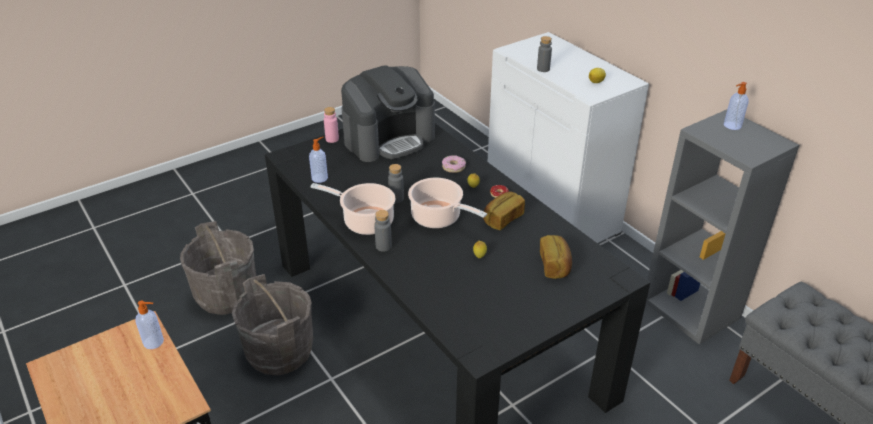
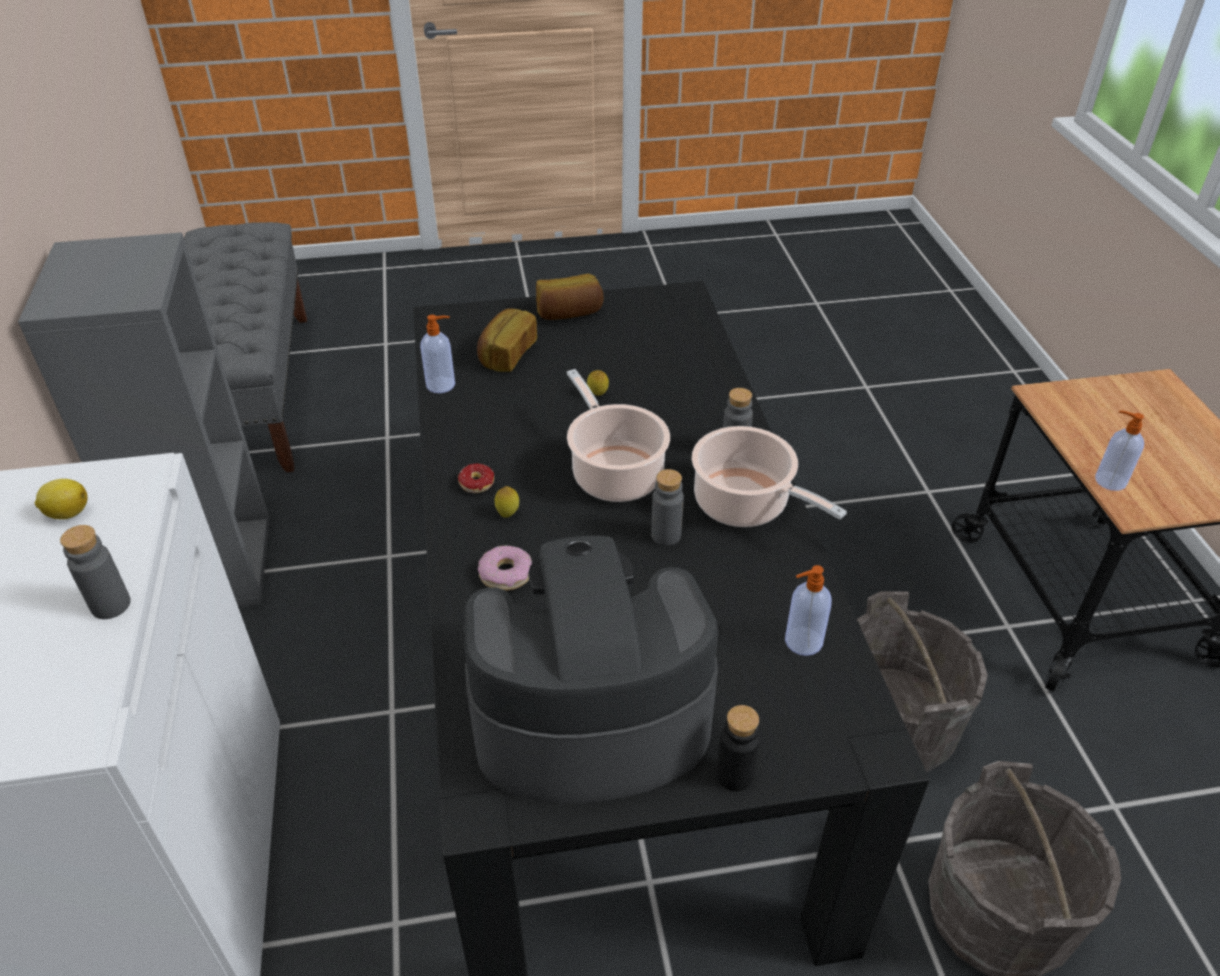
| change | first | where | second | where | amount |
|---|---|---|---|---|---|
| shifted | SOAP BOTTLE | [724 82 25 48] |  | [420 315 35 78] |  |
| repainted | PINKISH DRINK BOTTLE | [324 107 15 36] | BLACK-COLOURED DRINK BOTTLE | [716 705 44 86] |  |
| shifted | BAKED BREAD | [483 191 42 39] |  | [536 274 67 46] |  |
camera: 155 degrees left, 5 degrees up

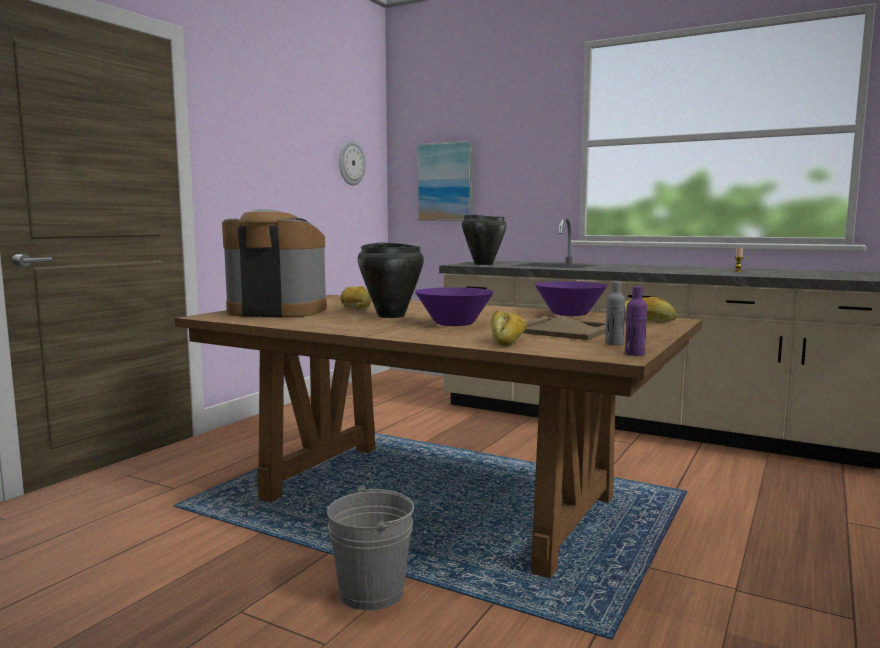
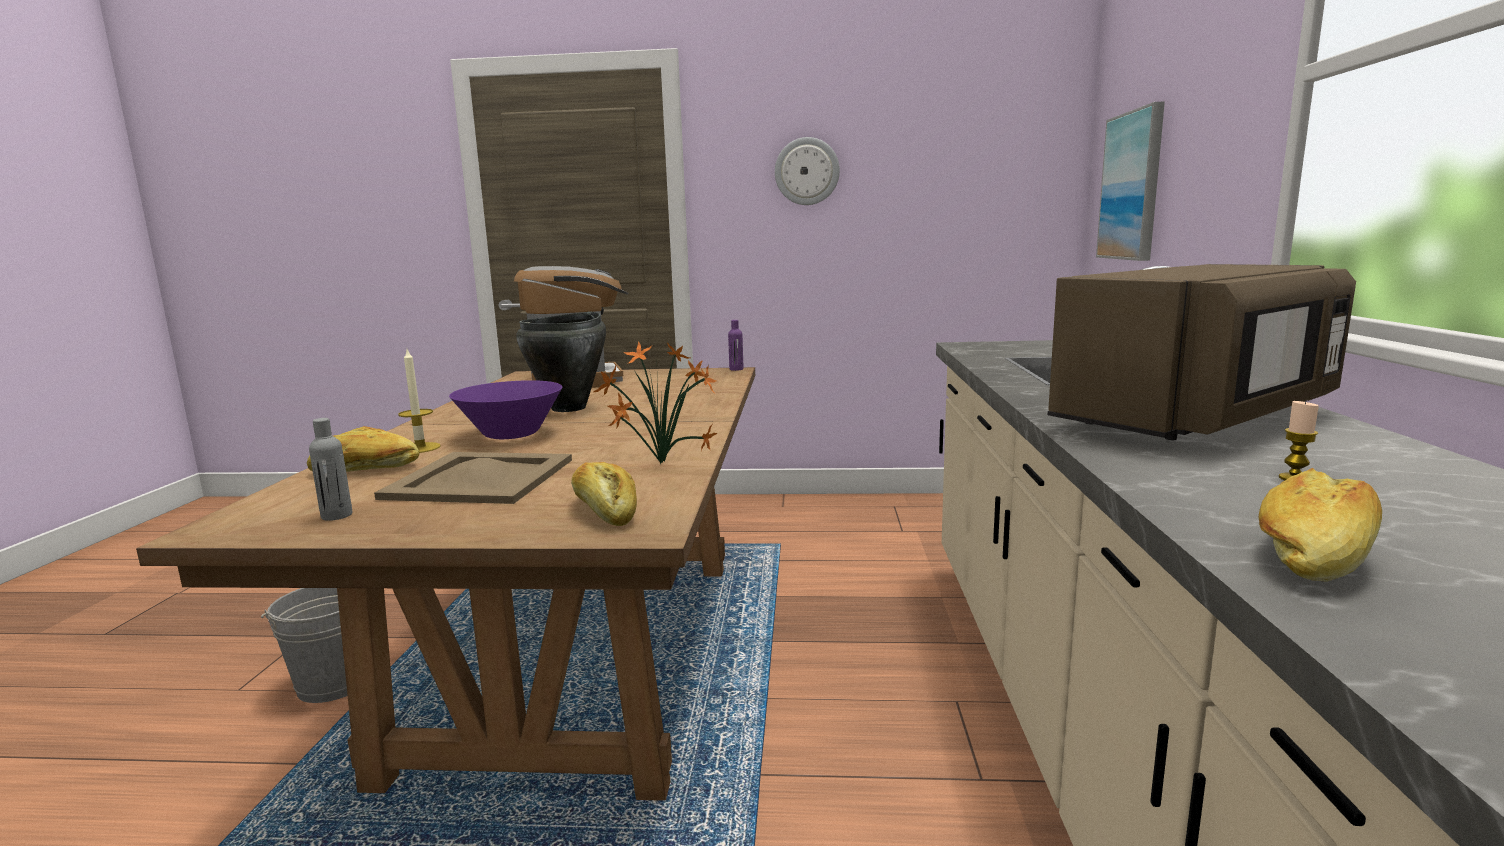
| change | first | where | second | where | amount |
|---|---|---|---|---|---|
| shifted | HANGING CLOCK | [339 141 27 44] |  | [775 137 65 68] |  |
| gone | BLACK-COLOURED STOCKPOT | [462 215 45 50] |  |  |  |
| swapped | PURPLE-COLOURED SERVING BOWL | [534 281 74 35] | POTTED PLANT | [594 341 123 123] |  |
| shifted | BAKED BREAD | [340 286 31 24] |  | [1259 468 123 114] |  |
| shifted | PURPLE-COLOURED DRINK BOTTLE | [625 286 22 70] |  | [728 320 16 51] |  |
| new |  |  | BROWN MICROWAVE | [1048 264 308 176] |  |
| new |  |  | CANDLE | [398 350 43 103] |  |
camera: 65 degrees right, 5 degrees up

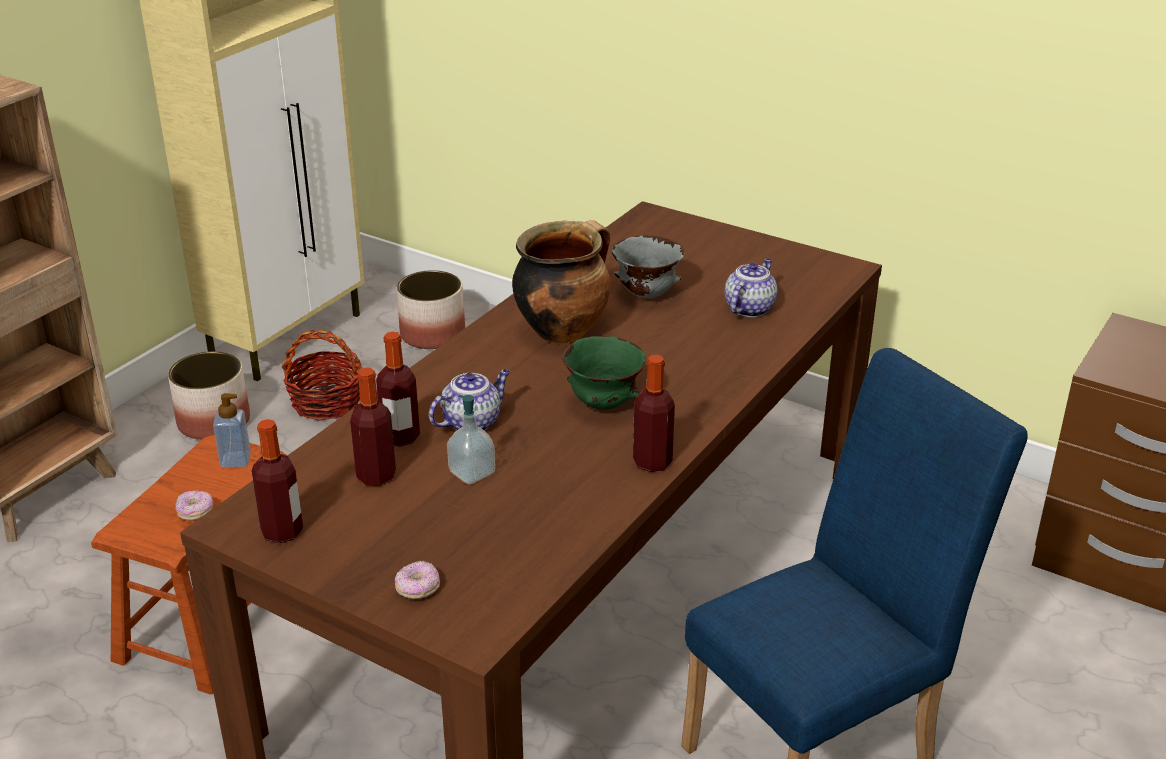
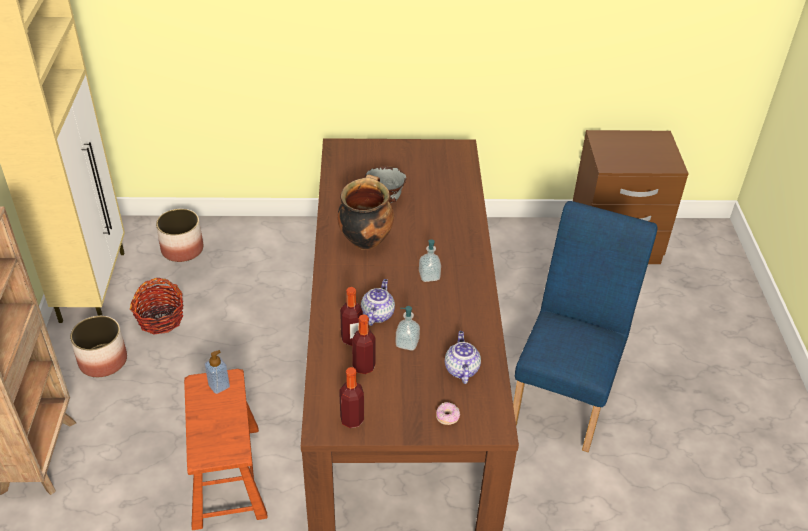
| change | first | where | second | where | amount |
|---|---|---|---|---|---|
| shifted | TEAPOT | [725 258 52 59] |  | [445 331 36 53] |  |
| swapped | GREEN SERVING BOWL | [562 336 84 74] | SOAP BOTTLE | [419 239 22 43] |  |
| gone | DRINK BOTTLE | [633 355 42 117] |  |  |  |
| gone | DOUGHNUT | [175 490 38 31] |  |  |  |
camera: 35 degrees left, 10 degrees up

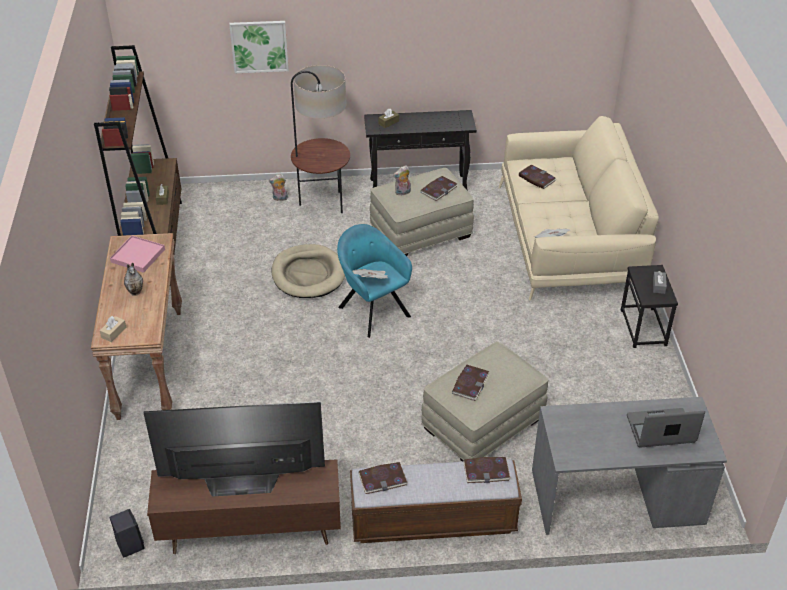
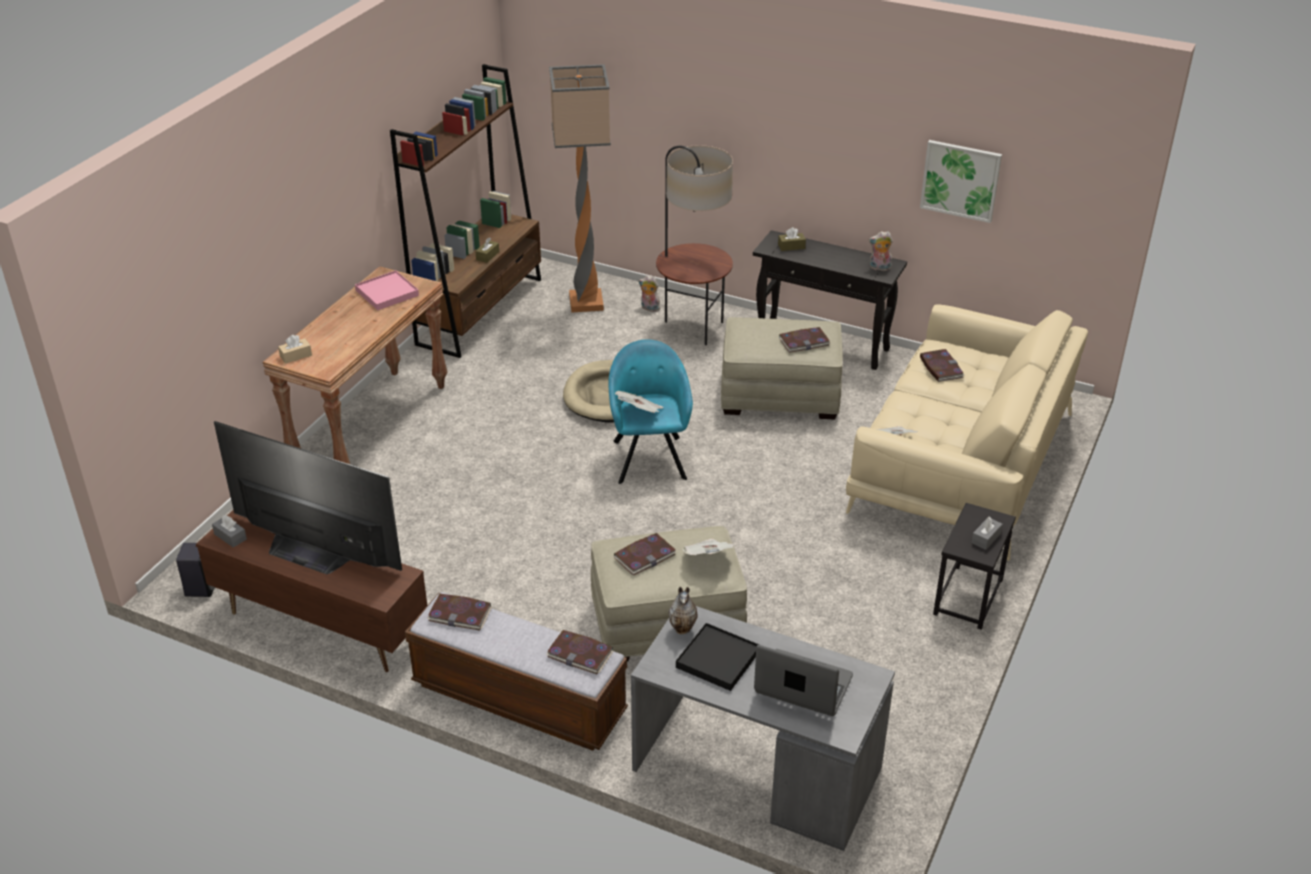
| change | first | where | second | where | amount |
|---|---|---|---|---|---|
| shifted | WALL PICTURE | [229 21 60 52] |  | [920 140 82 83] |  |
| shifted | PLUSH TOY | [393 165 18 31] |  | [869 231 24 40] |  |
| shifted | VASE | [124 263 19 33] |  | [668 587 30 47] |  |
| new |  |  | FLOOR LAMP | [549 64 62 248] |  |
| new |  |  | GRAY TISSUE HOLDER | [212 515 35 33] |  |
| new |  |  | DAILY PAPER | [683 539 51 16] |  |
| new |  |  | BLACK-COLOURED CARRYING TRAY | [676 623 83 68] |  |
camera: 30 degrees right, 5 degrees down

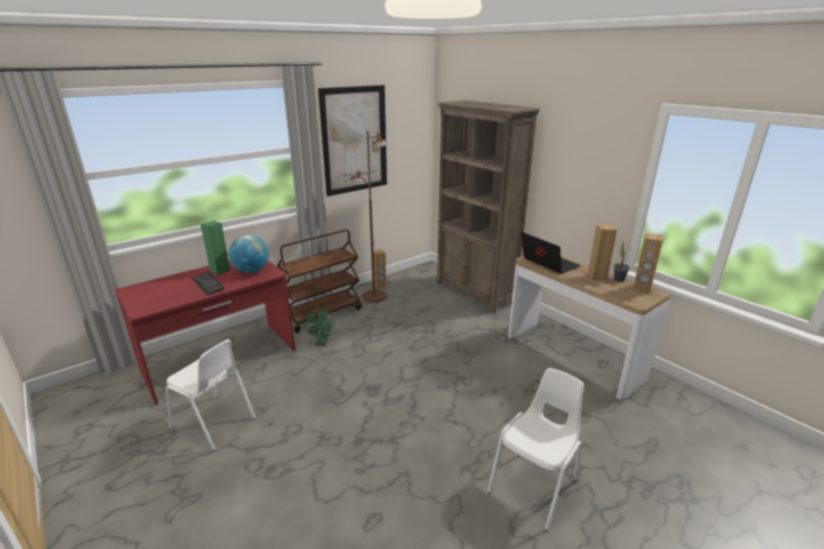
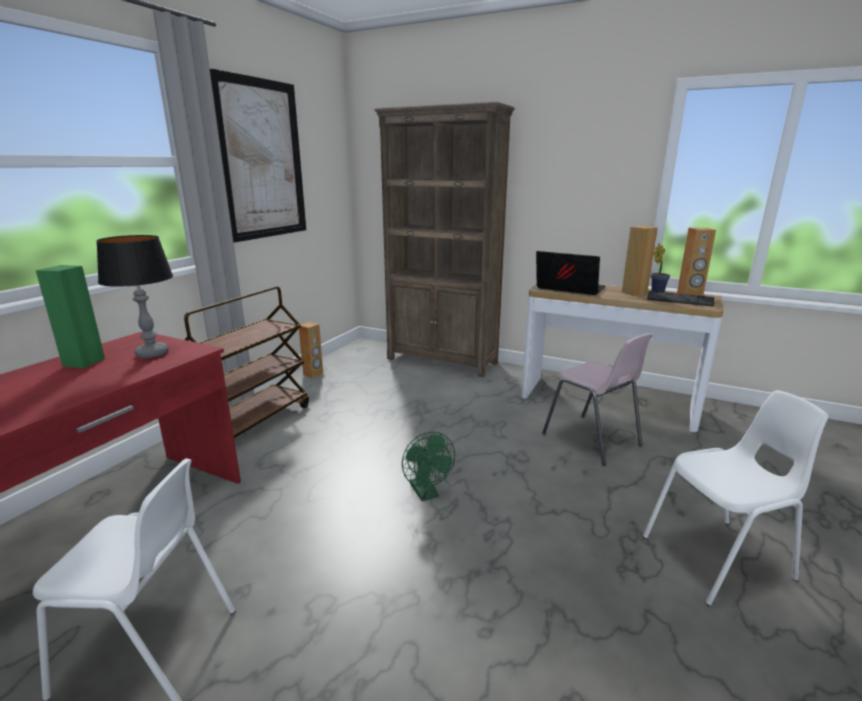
| change | first | where | second | where | amount |
|---|---|---|---|---|---|
| gone | BROWN FLOOR LAMP | [350 131 37 172] |  |  |  |
| swapped | WORLD GLOBE | [229 235 41 38] | LAMP FOR A TABLE | [96 235 77 123] |  |
| shifted | KEYBOARD | [192 272 32 24] |  | [647 291 67 16] |  |
| shifted | GREEN COOLING FAN | [303 308 32 37] |  | [402 432 53 69] |  |
| rotated | WHITISH UPRIGHT CHAIR | [487 368 97 163] |  | [643 390 185 216] | 60 degrees clockwise |
| new |  |  | PINKISH UPRIGHT CHAIR | [542 333 111 133] |  |
camera: 25 degrees left, 5 degrees down

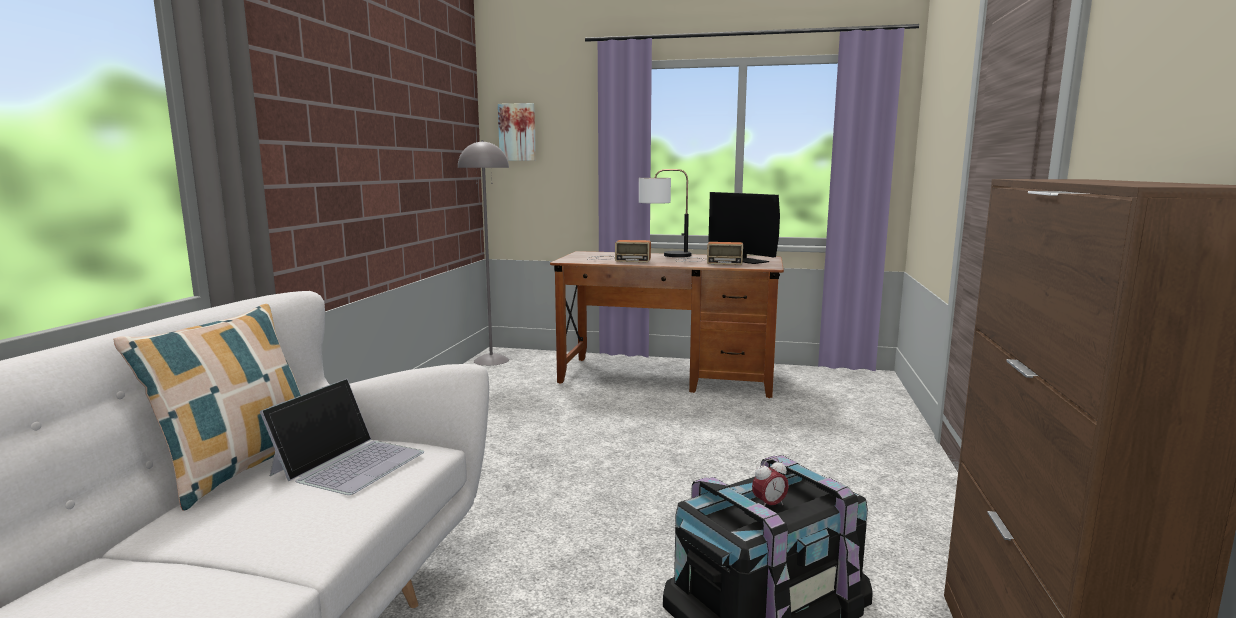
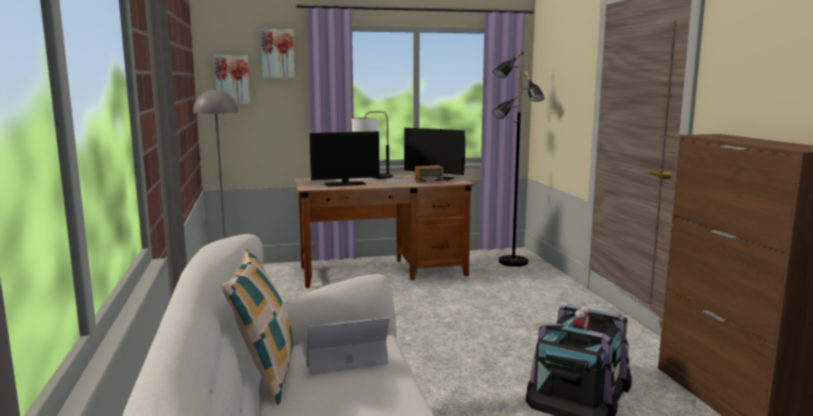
| change | first | where | second | where | amount |
|---|---|---|---|---|---|
| swapped | RADIO SET | [588 240 63 23] | COMPUTER DISPLAY | [310 131 69 56] |  |
| rotated | LAPTOP | [260 379 164 116] |  | [301 317 88 58] | 105 degrees counterclockwise |
| new |  |  | WALL PICTURE | [261 29 34 49] |  |
| new |  |  | BLACK-COLOURED FLOOR LAMP | [492 50 53 217] |  |
camera: 25 degrees left, 0 degrees up

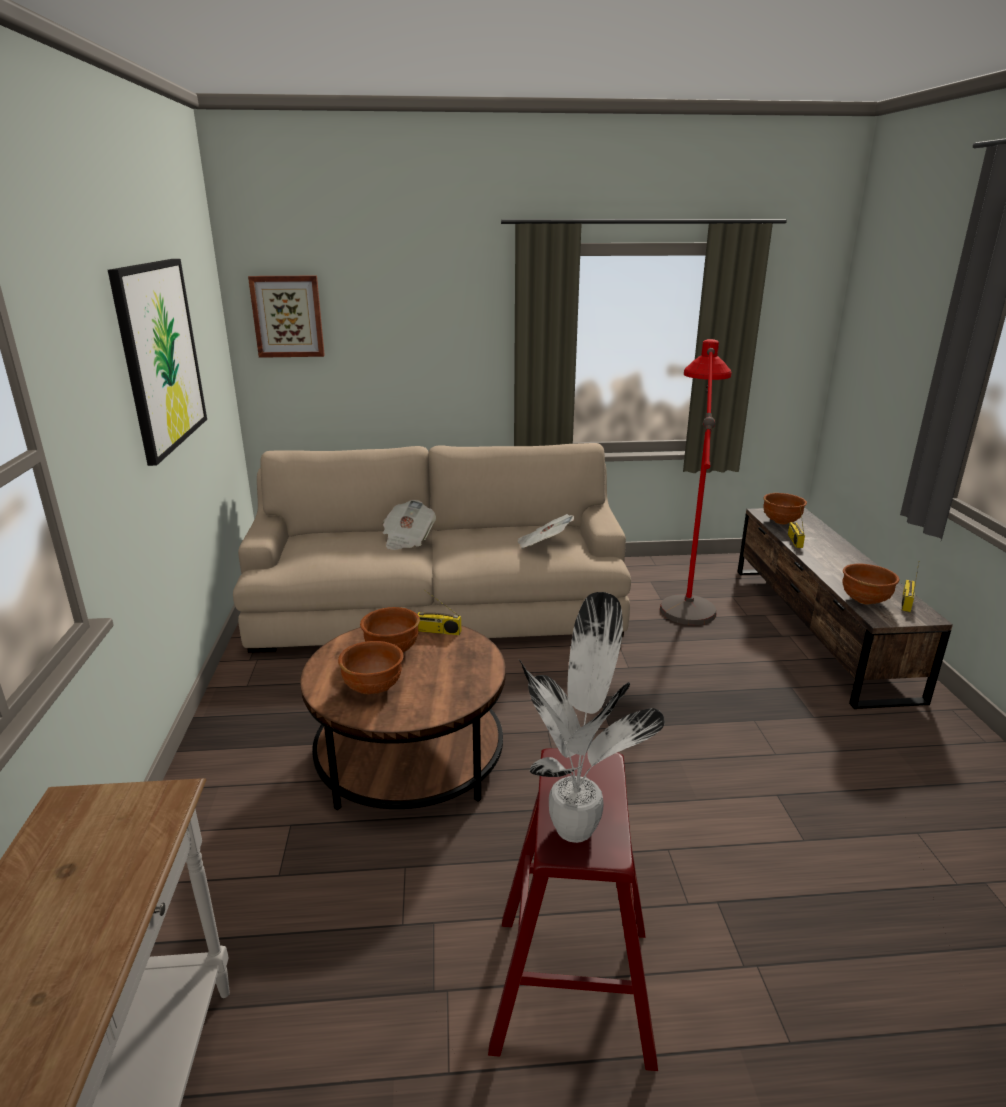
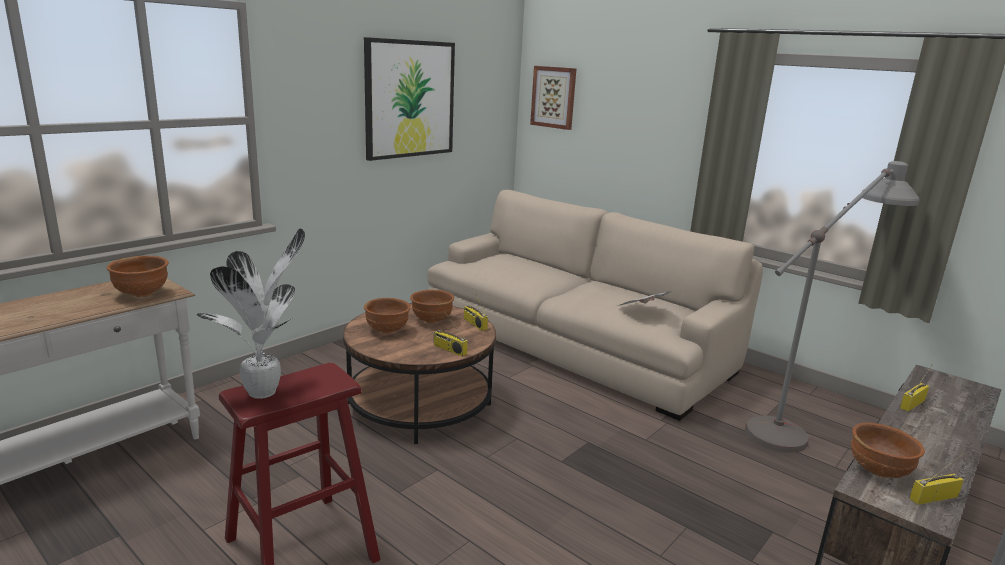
| change | first | where | second | where | amount |
|---|---|---|---|---|---|
| repainted | REDDISH FLOOR LAMP | [660 339 72 286] | GRAY FLOOR LAMP | [745 161 174 292] |  |
| shifted | BROWN SERVING BOWL | [763 493 44 31] |  | [107 256 62 41] |  |
| gone | DAILY PAPER | [383 500 53 50] |  |  |  |
| new |  |  | RADIO SET | [434 310 34 47] |  |
camera: 45 degrees right, 5 degrees down

